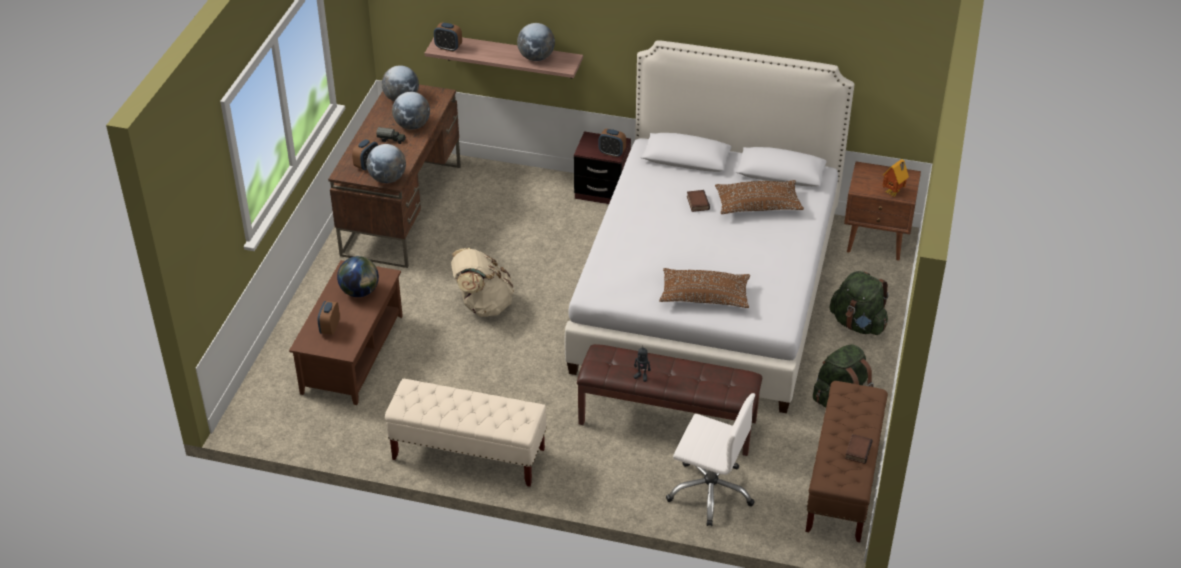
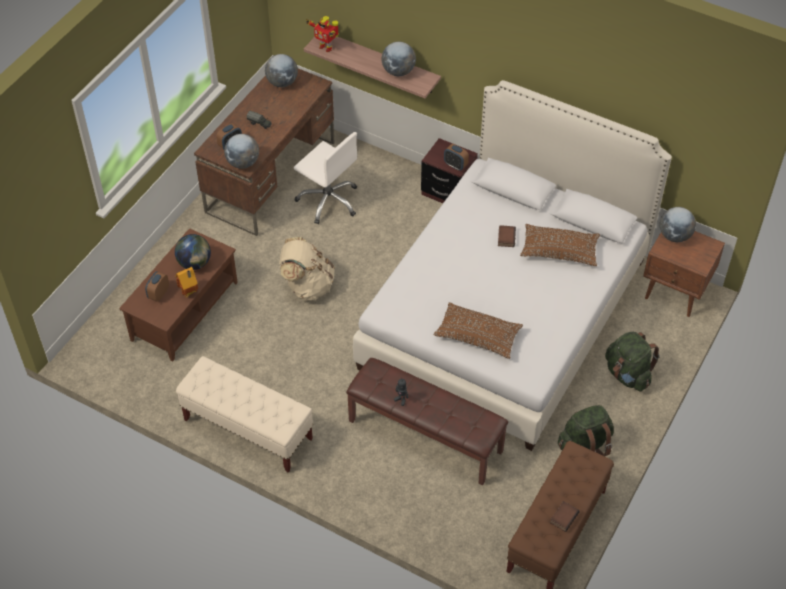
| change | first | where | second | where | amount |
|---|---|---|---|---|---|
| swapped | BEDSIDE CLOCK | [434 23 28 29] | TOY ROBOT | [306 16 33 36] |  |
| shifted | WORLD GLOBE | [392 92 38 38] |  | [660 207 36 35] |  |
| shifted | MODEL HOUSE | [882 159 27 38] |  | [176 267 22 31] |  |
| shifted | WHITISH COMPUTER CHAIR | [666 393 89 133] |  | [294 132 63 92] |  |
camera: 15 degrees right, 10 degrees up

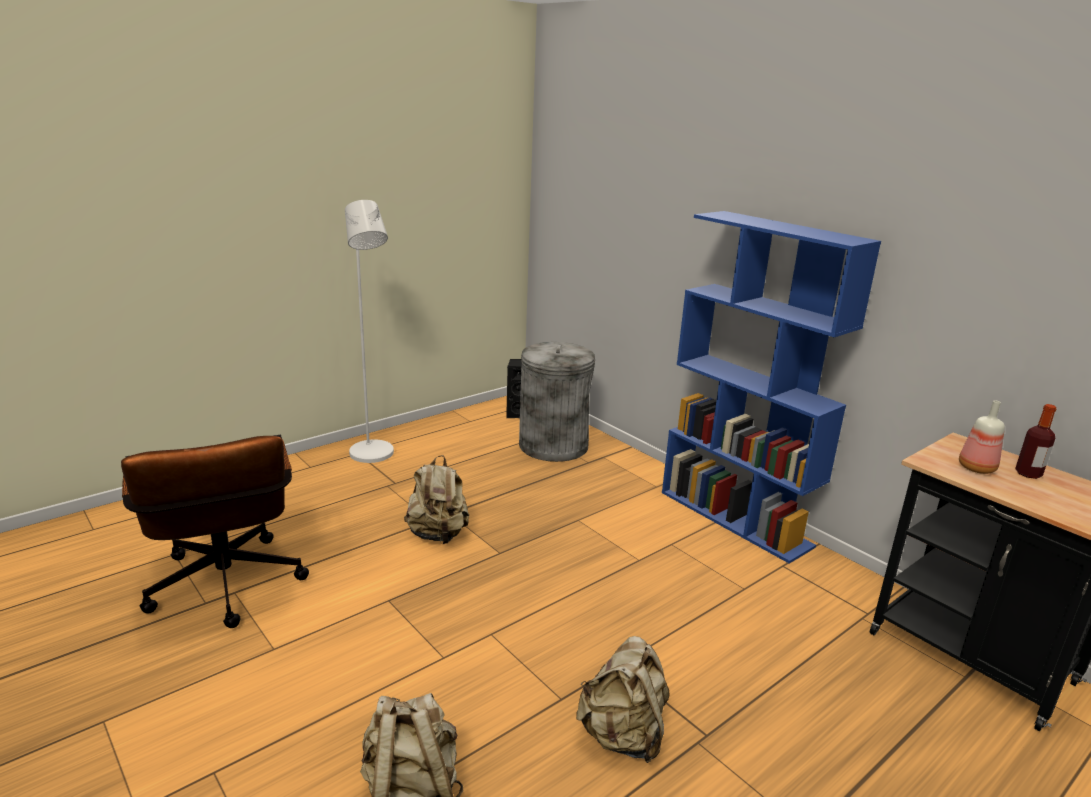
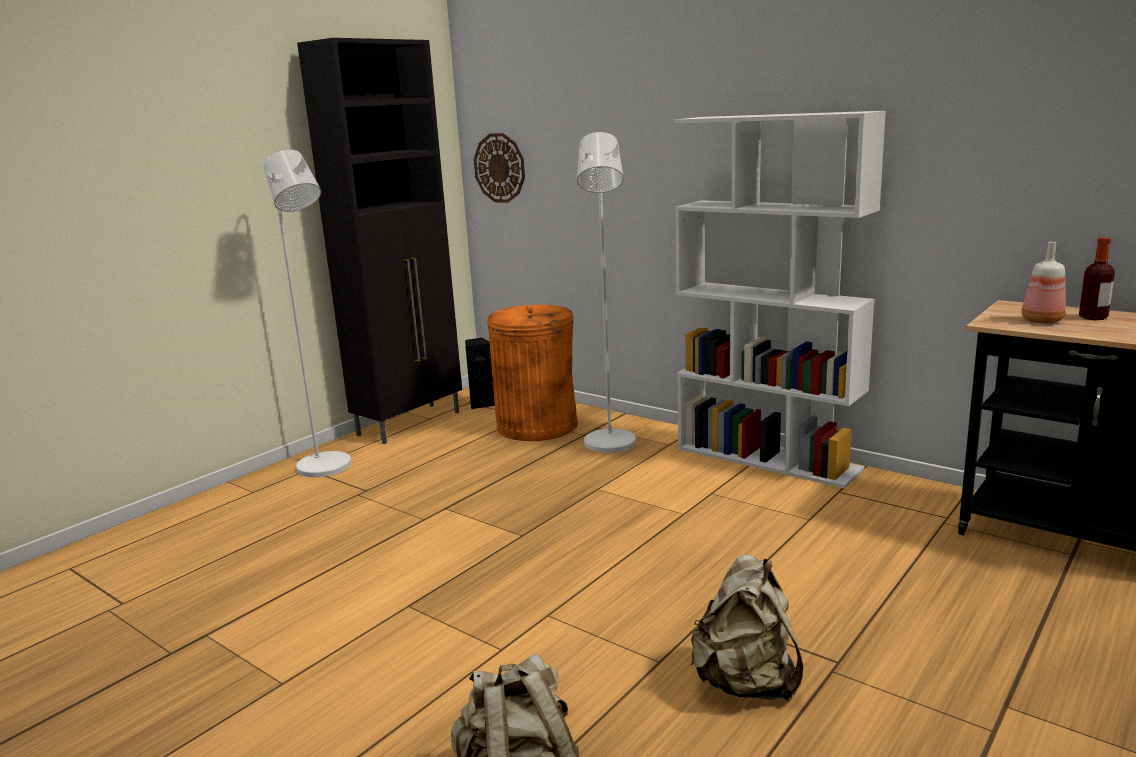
| change | first | where | second | where | amount |
|---|---|---|---|---|---|
| repainted | BLUE-COLOURED BOOKCASE | [662 211 219 353] | WHITISH BOOKCASE | [674 111 212 378] |  |
| repainted | GRAY TRASH CAN | [519 342 76 120] | ORANGE TRASH CAN | [487 305 91 136] |  |
| gone | BROWN COMPUTER CHAIR | [121 435 188 193] |  |  |  |
| gone | SAND-COLOURED KNAPSACK | [404 455 65 89] |  |  |  |
| new |  |  | BLACK-COLOURED CUPBOARD | [297 38 165 406] |  |
| new |  |  | WHITISH FLOOR LAMP | [577 132 59 321] |  |
| new |  |  | HANGING CLOCK | [474 133 51 70] |  |
camera: 10 degrees left, 5 degrees down

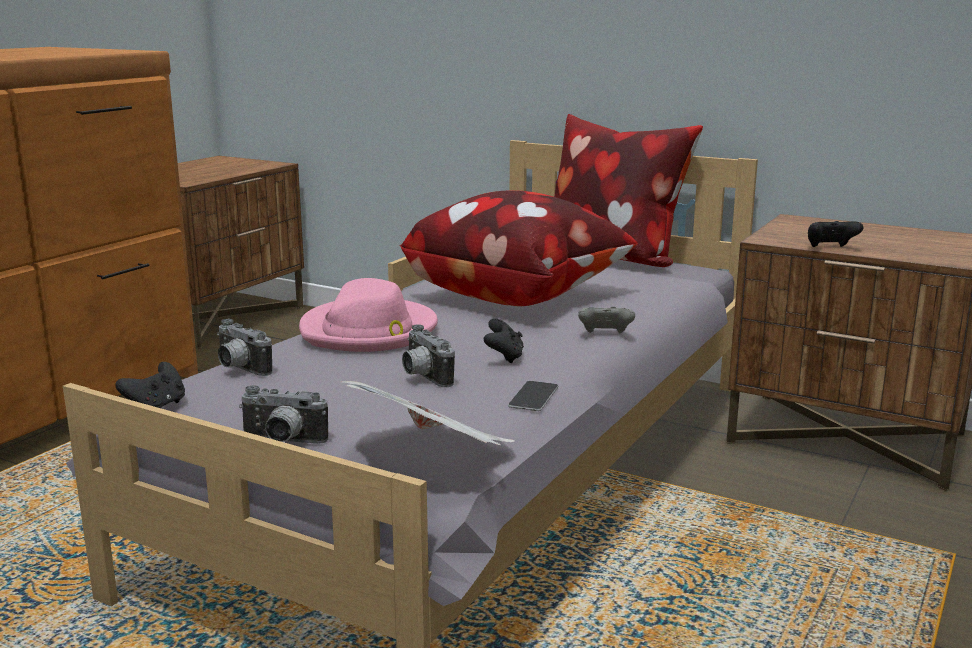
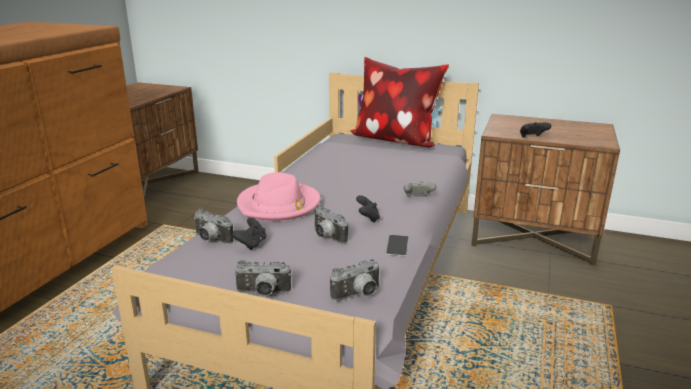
| change | first | where | second | where | amount |
|---|---|---|---|---|---|
| gone | PILLOW | [400 190 238 116] |  |  |  |
| shifted | BLACK-COLOURED GAMEPAD | [115 362 70 46] |  | [232 218 34 32] |  |
| swapped | DAILY PAPER | [341 381 174 64] | PHOTO CAMERA | [330 259 51 42] |  |
camera: 10 degrees left, 5 degrees up

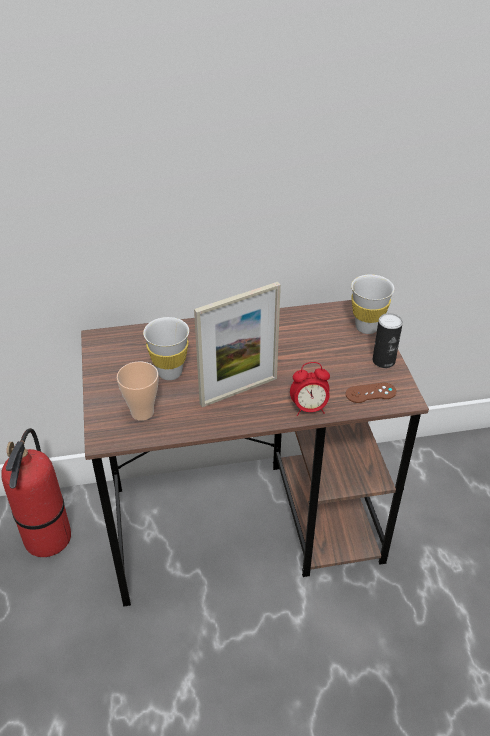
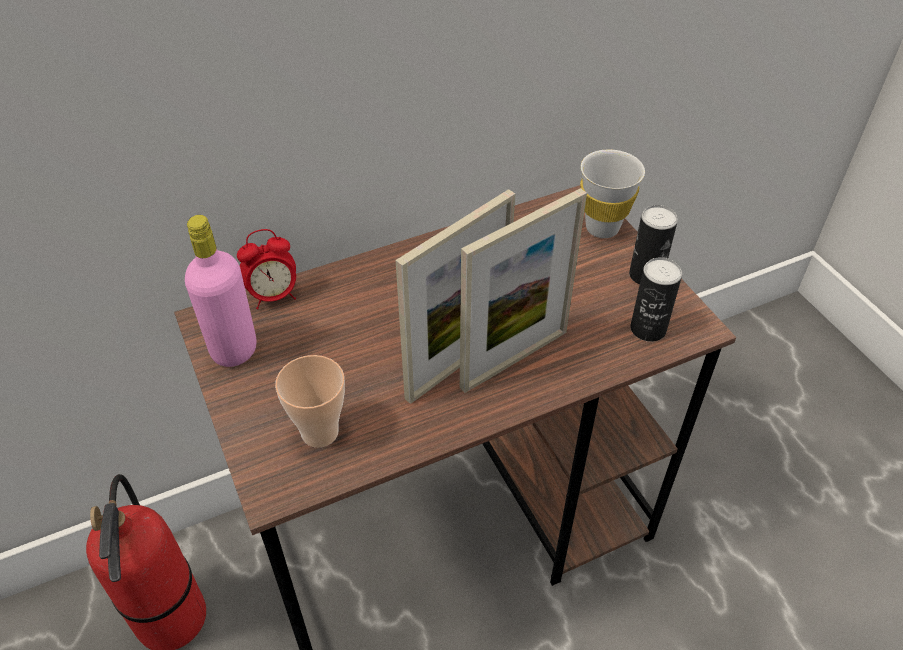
| change | first | where | second | where | amount |
|---|---|---|---|---|---|
| gone | WHITISH CUP | [143 317 46 63] |  |  |  |
| shifted | BEDSIDE CLOCK | [290 362 40 54] |  | [237 229 59 80] |  |
| swapped | BROWN GAMEPAD | [346 383 50 20] | CAN | [630 257 52 85] |  |
| new |  |  | STANDING FRAME | [460 188 127 205] |  |
| new |  |  | PINKISH DRINK BOTTLE | [185 215 72 152] |  |
camera: 15 degrees left, 5 degrees up

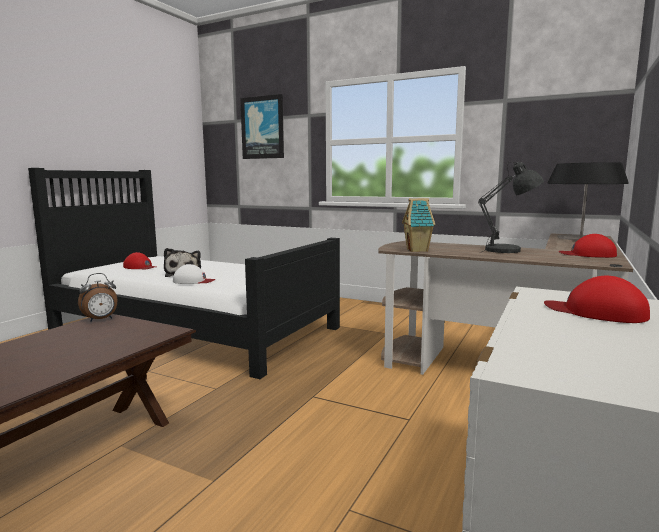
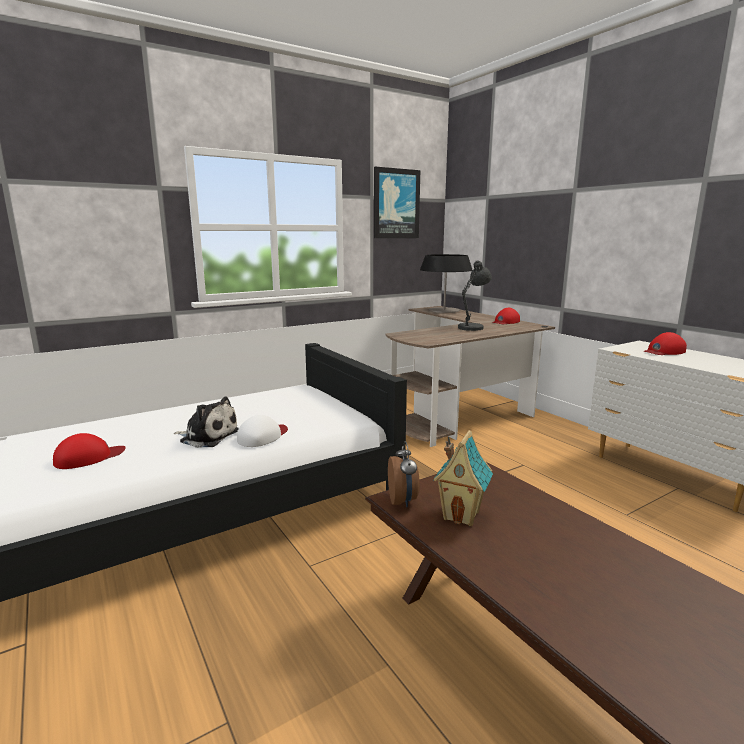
| change | first | where | second | where | amount |
|---|---|---|---|---|---|
| shifted | WALL PICTURE | [240 94 44 65] |  | [374 167 46 71] |  |
| shifted | MODEL HOUSE | [402 198 33 54] |  | [433 430 60 96] |  |
camera: 60 degrees left, 5 degrees up

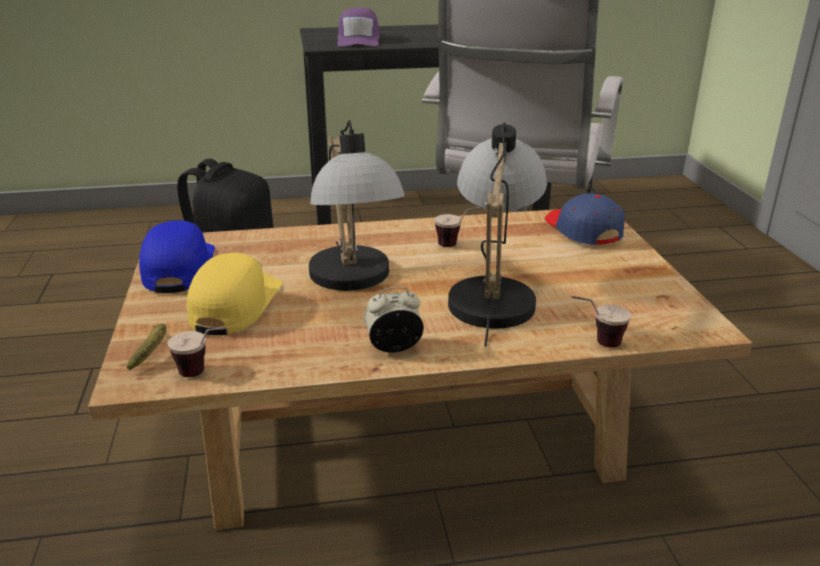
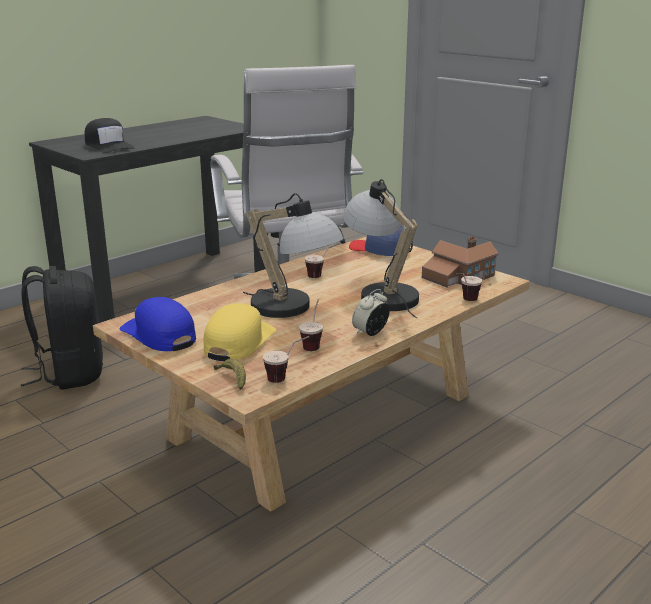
| change | first | where | second | where | amount |
|---|---|---|---|---|---|
| repainted | PURPLE-COLOURED CAP | [337 7 43 40] | BLACK-COLOURED CAP | [85 118 50 35] |  |
| rotated | YELLOW-COLOURED CAP | [187 253 96 82] |  | [204 303 72 58] | 45 degrees clockwise |
| new |  |  | MODEL HOUSE | [422 236 77 52] |  |
| new |  |  | CUP | [299 299 24 52] |  |
camera: 35 degrees left, 5 degrees down

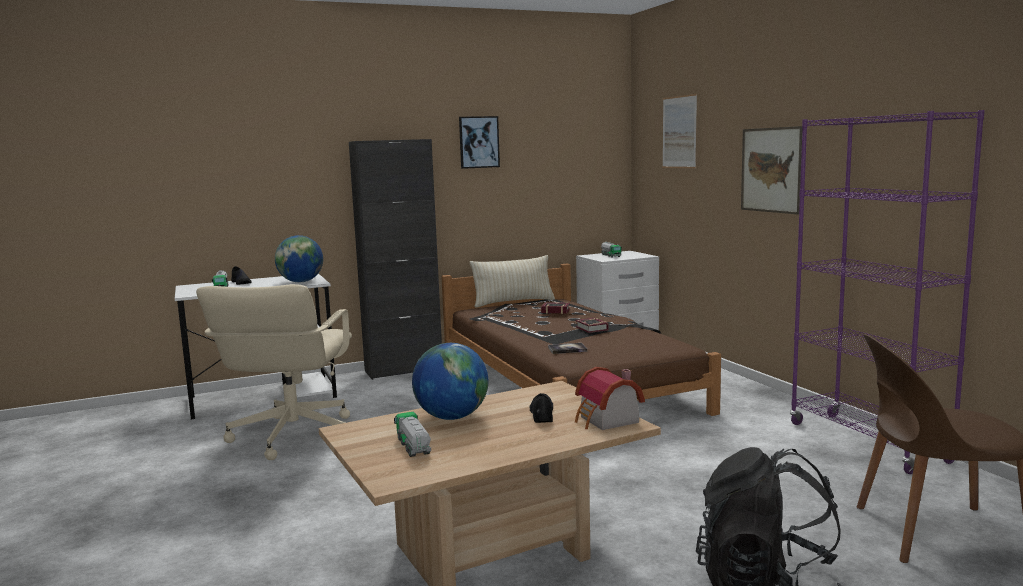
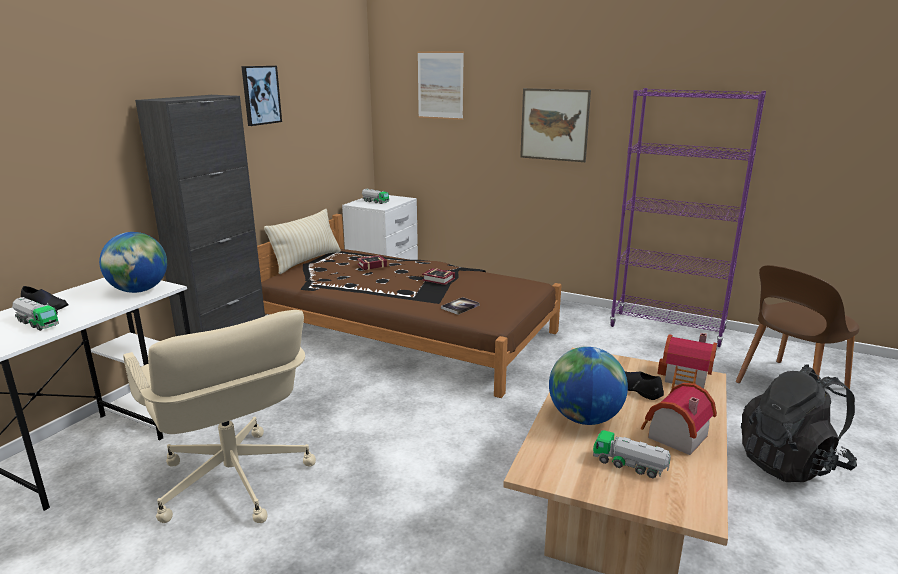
| change | first | where | second | where | amount |
|---|---|---|---|---|---|
| new |  |  | MODEL HOUSE | [641 383 76 72] |  |
camera: 40 degrees left, 10 degrees up

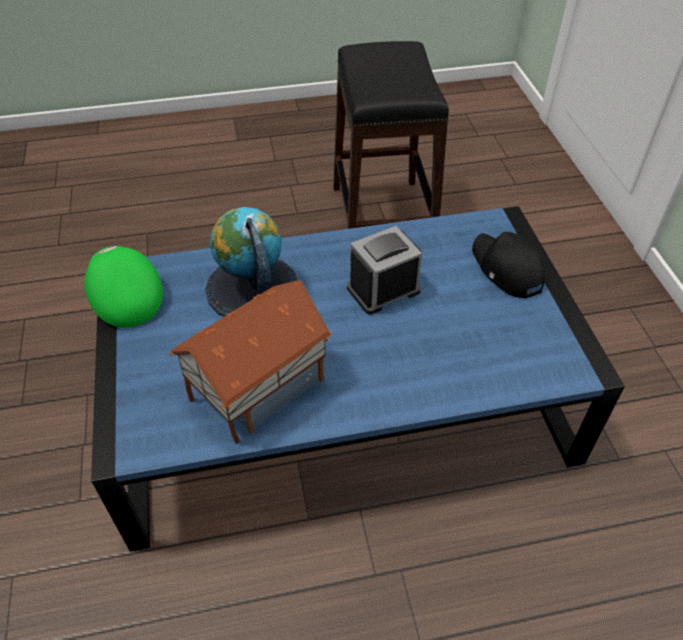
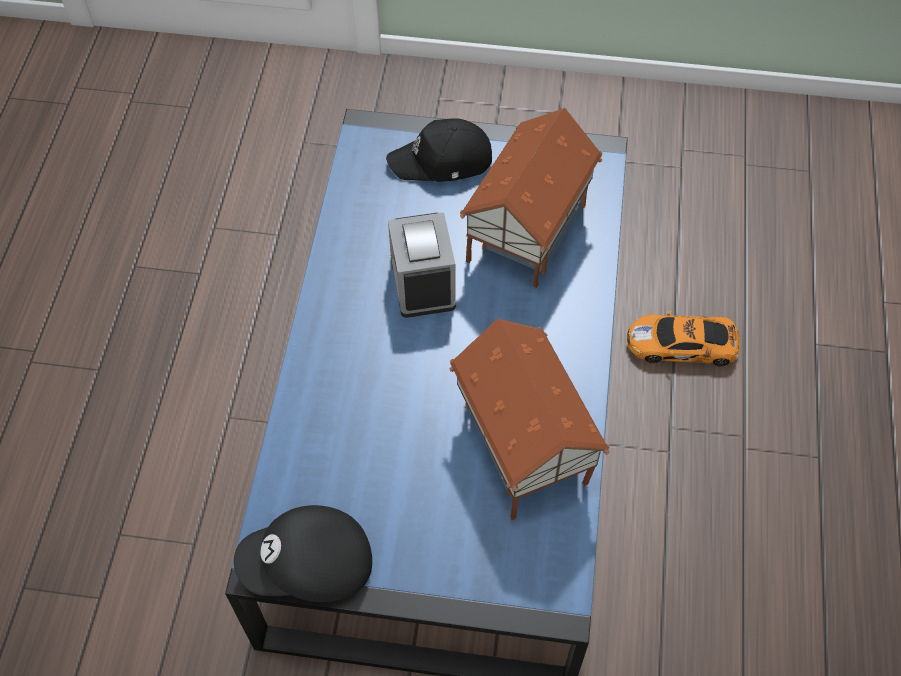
| change | first | where | second | where | amount |
|---|---|---|---|---|---|
| gone | BLACK-COLOURED STOOL | [333 41 116 188] |  |  |  |
| gone | WORLD GLOBE | [205 207 92 110] |  |  |  |
| repainted | GREEN CAP | [85 246 78 82] | BLACK-COLOURED CAP | [234 505 138 97] |  |
| new |  |  | MODEL HOUSE | [460 108 142 180] |  |
| new |  |  | TOY CAR | [627 311 113 55] |  |
camera: 70 degrees left, 10 degrees up

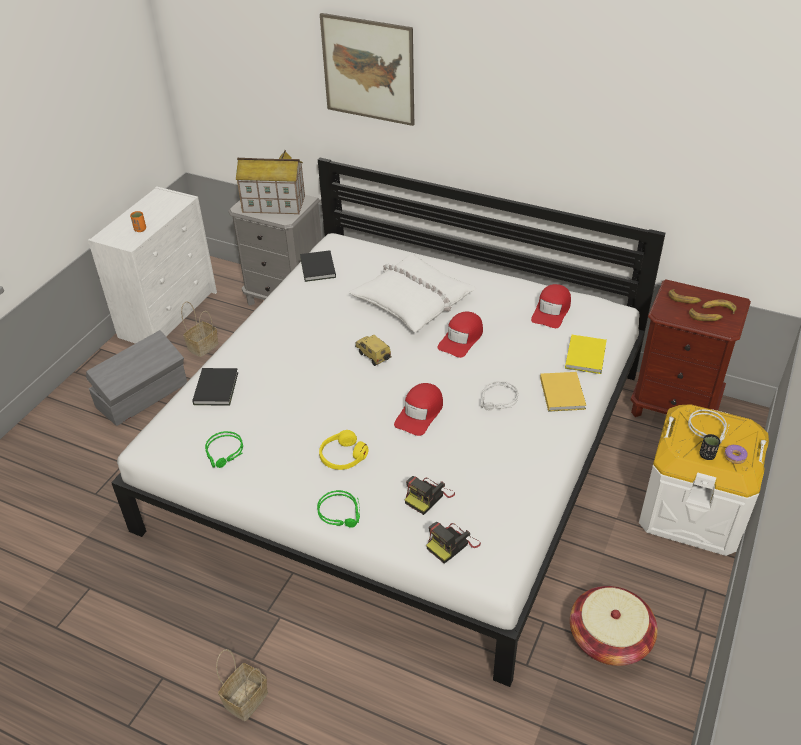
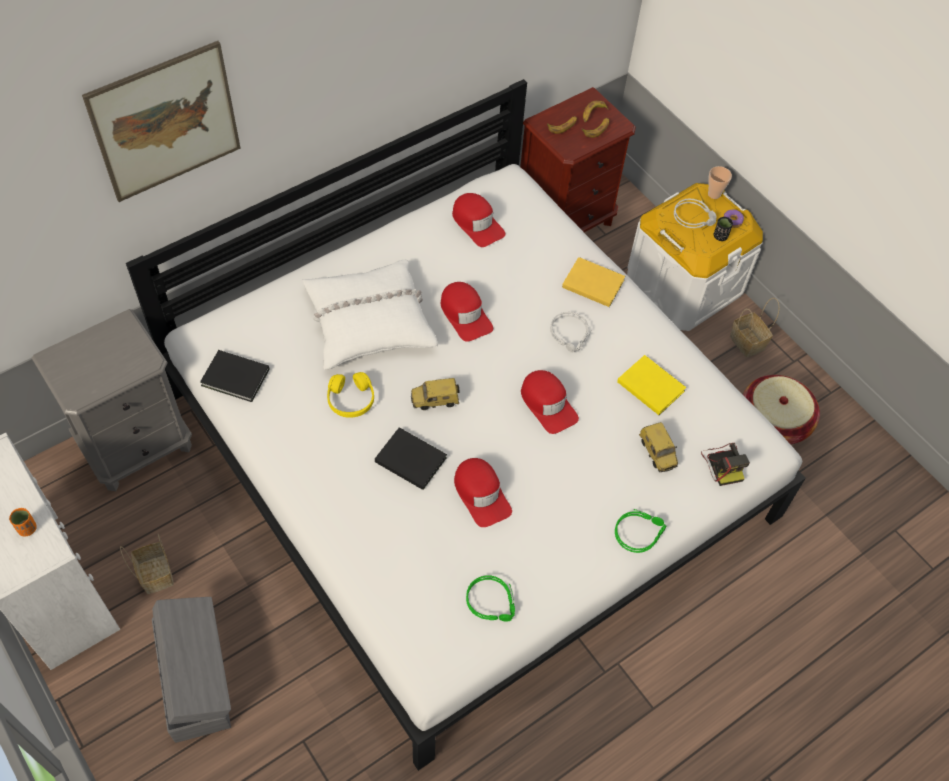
| change | first | where | second | where | amount |
|---|---|---|---|---|---|
| gone | MODEL HOUSE | [236 150 69 64] |  |  |  |
| shifted | YELLOW-COLOURED BOUND BOOK | [565 335 42 39] |  | [617 355 69 60] |  |
| shifted | BLACK-COLOURED BOUND BOOK | [192 368 46 38] |  | [375 427 72 63] |  |
| shifted | YELLOW-COLOURED HEADSET | [319 430 50 40] |  | [327 372 47 46] |  |
| swapped | PHOTO CAMERA | [405 476 50 39] | TOY CAR | [639 422 39 50] |  |
| shifted | STORAGE BASKET | [216 649 52 72] |  | [730 298 50 60] |  |
| new |  |  | CUP | [708 166 24 33] |  |
| new |  |  | REDDISH CAP | [454 458 58 69] |  |
camera: 65 degrees left, 15 degrees up

